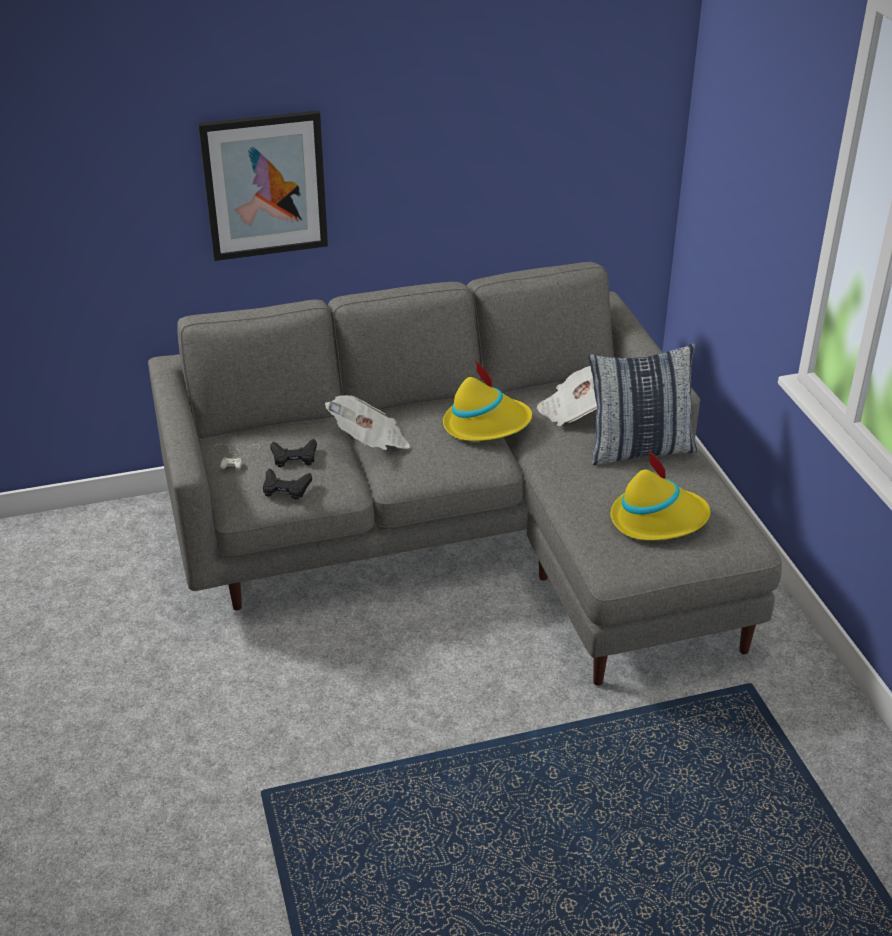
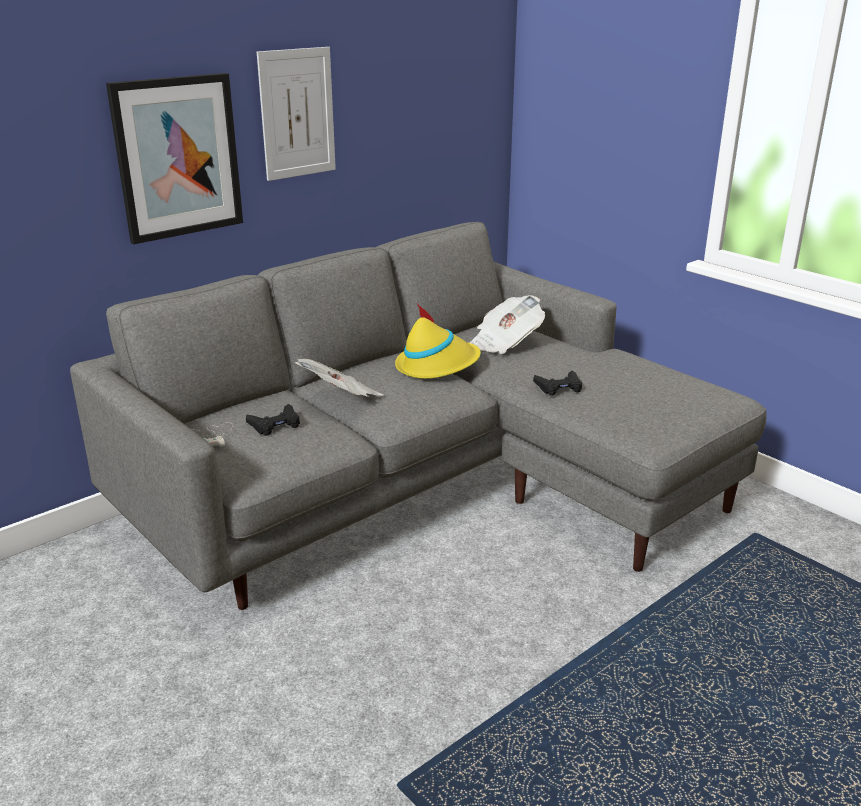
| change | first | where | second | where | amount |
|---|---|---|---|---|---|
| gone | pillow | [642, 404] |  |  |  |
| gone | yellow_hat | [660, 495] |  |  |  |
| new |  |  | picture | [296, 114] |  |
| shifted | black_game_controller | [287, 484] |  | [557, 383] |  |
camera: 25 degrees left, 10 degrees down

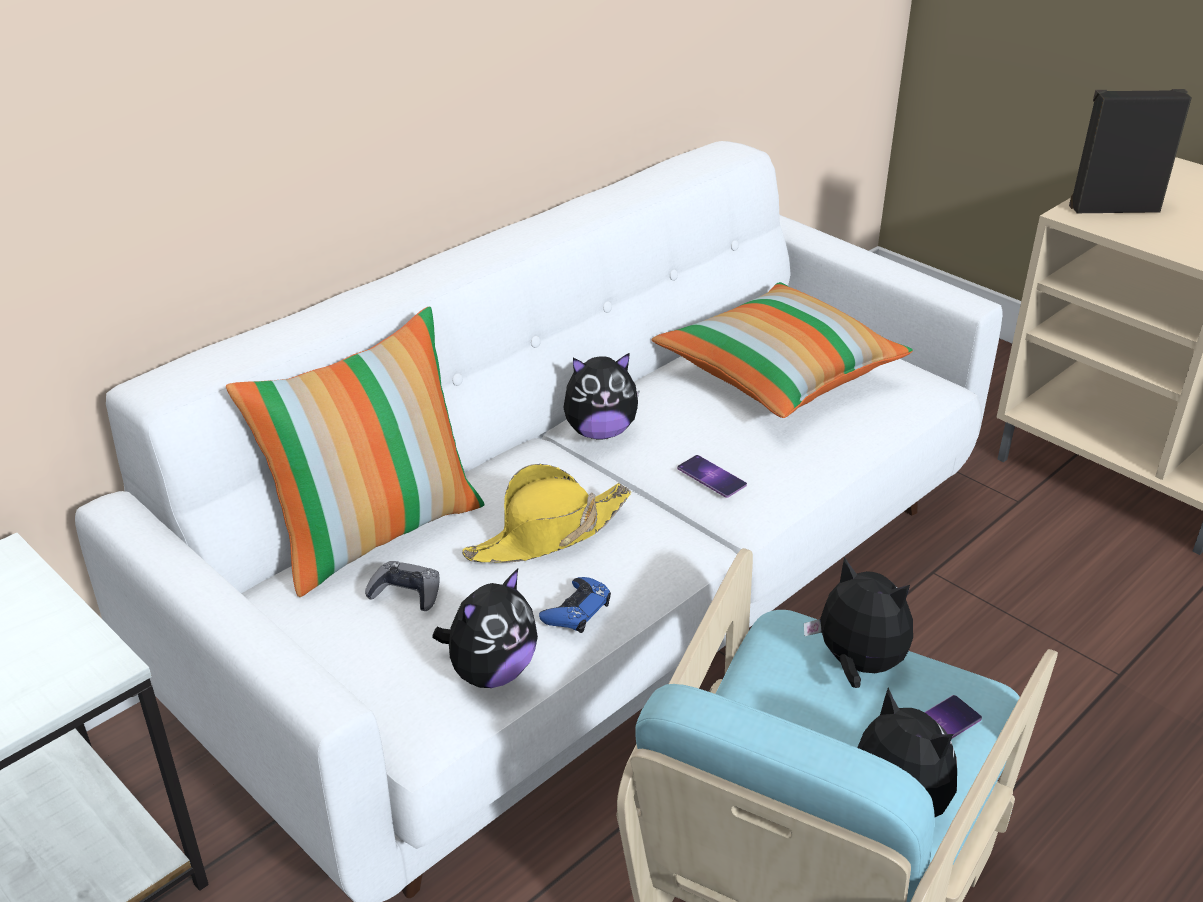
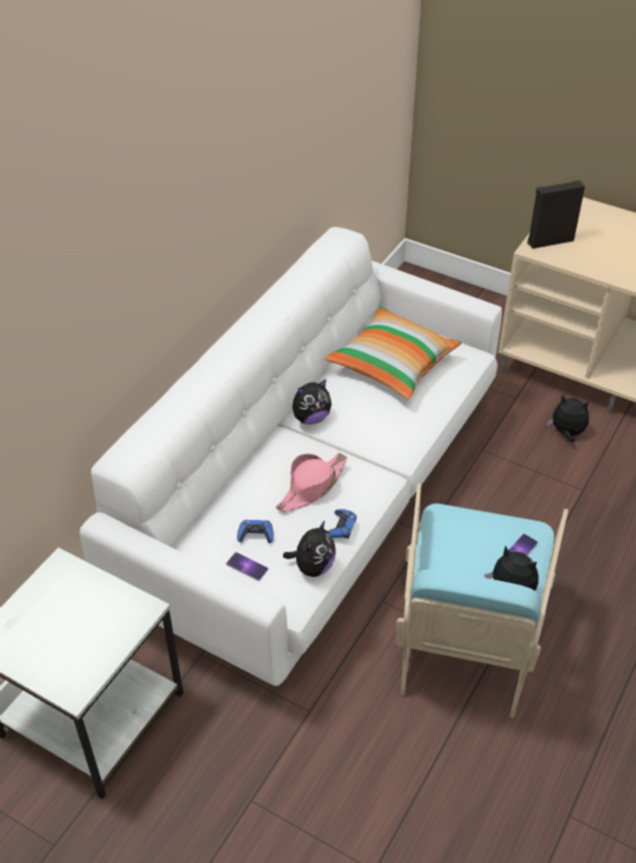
| change | first | where | second | where | amount |
|---|---|---|---|---|---|
| gone | pillow | [355, 451] |  |  |  |
| shifted | phone | [712, 476] |  | [247, 566] |  |
| shifted | plush_toy | [858, 622] |  | [568, 418] |  |
| repainted | grey_game_controller | [402, 586] | blue_game_controller | [255, 531] |  |
| repainted | yellow_hat | [546, 513] | pink_hat | [311, 482] |  |
camera: 15 degrees left, 10 degrees up

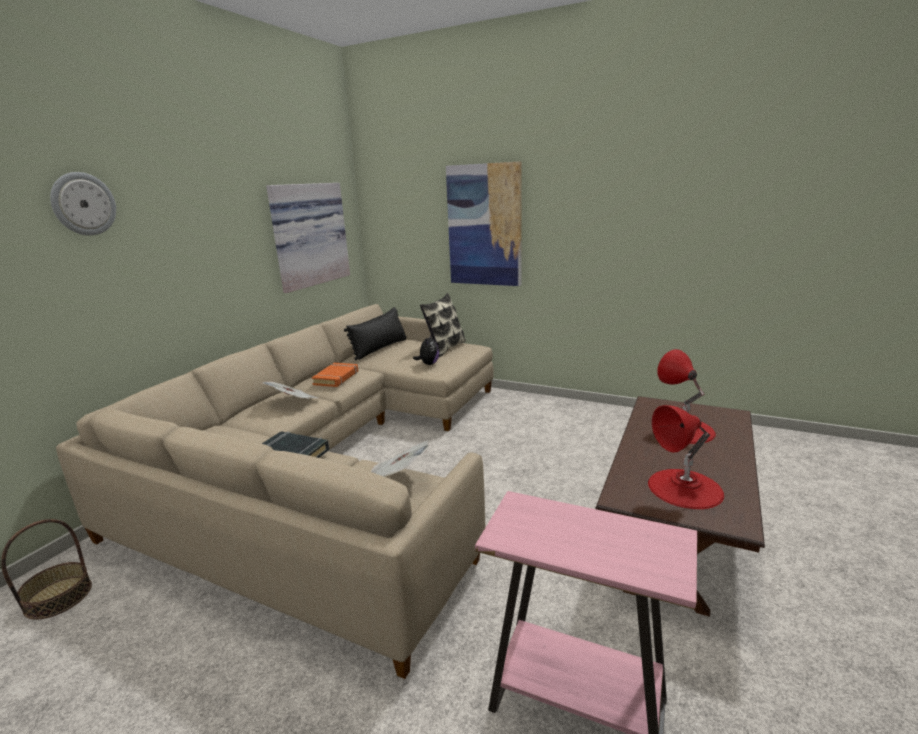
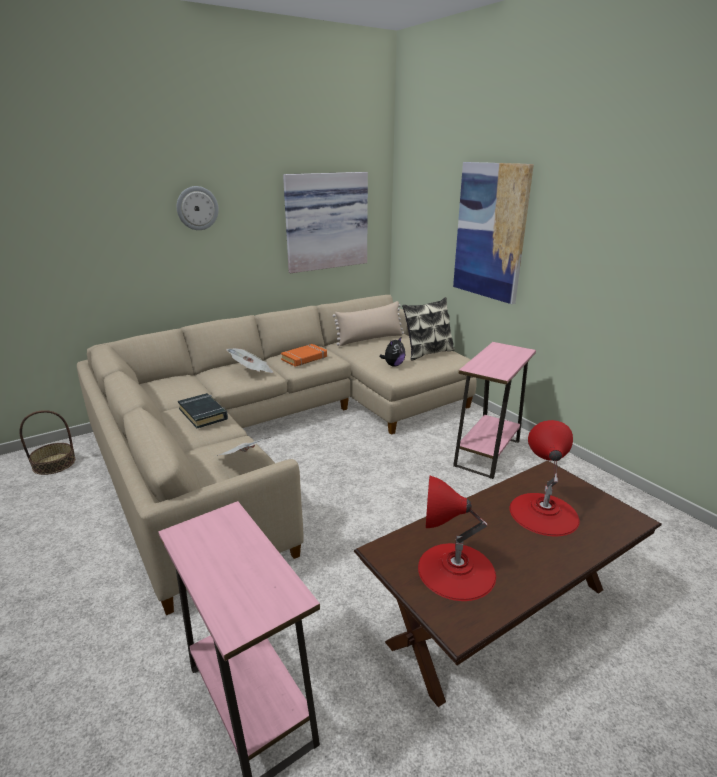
| change | first | where | second | where | amount |
|---|---|---|---|---|---|
| new |  |  | pink_side_table | [494, 410] |  |
| shifted | wall_clock | [83, 204] |  | [198, 208] |  |
| repainted | black_pillow | [375, 333] | beige_pillow | [368, 323] |  |
camera: 30 degrees right, 5 degrees up

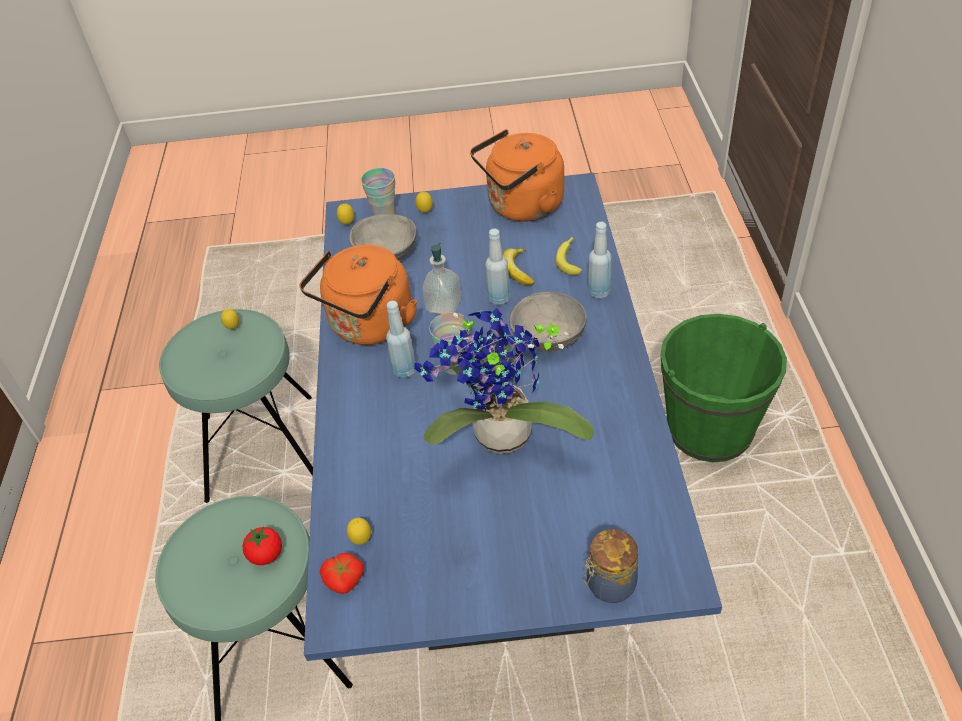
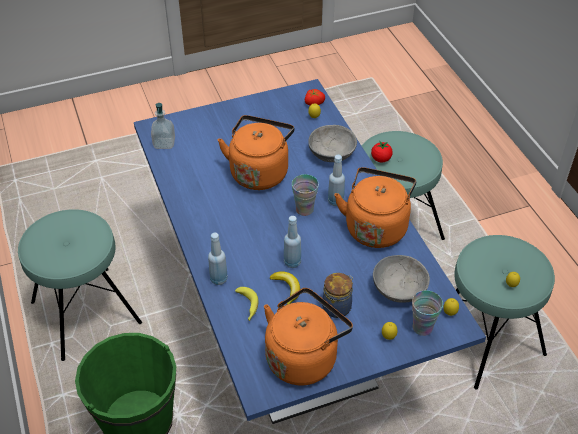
| change | first | where | second | where | amount |
|---|---|---|---|---|---|
| new |  |  | turquoise_stool | [80, 285] |  |
| shifted | soap_dispenser | [441, 278] |  | [163, 126] |  |
| shifted | grey_bowl | [548, 321] |  | [332, 143] |  |
| shifted | jar | [610, 566] |  | [337, 295] |  |
| swapped | potted_plant | [504, 381] | orange_kettle | [256, 152] |  |
camera: 160 degrees right, 0 degrees up

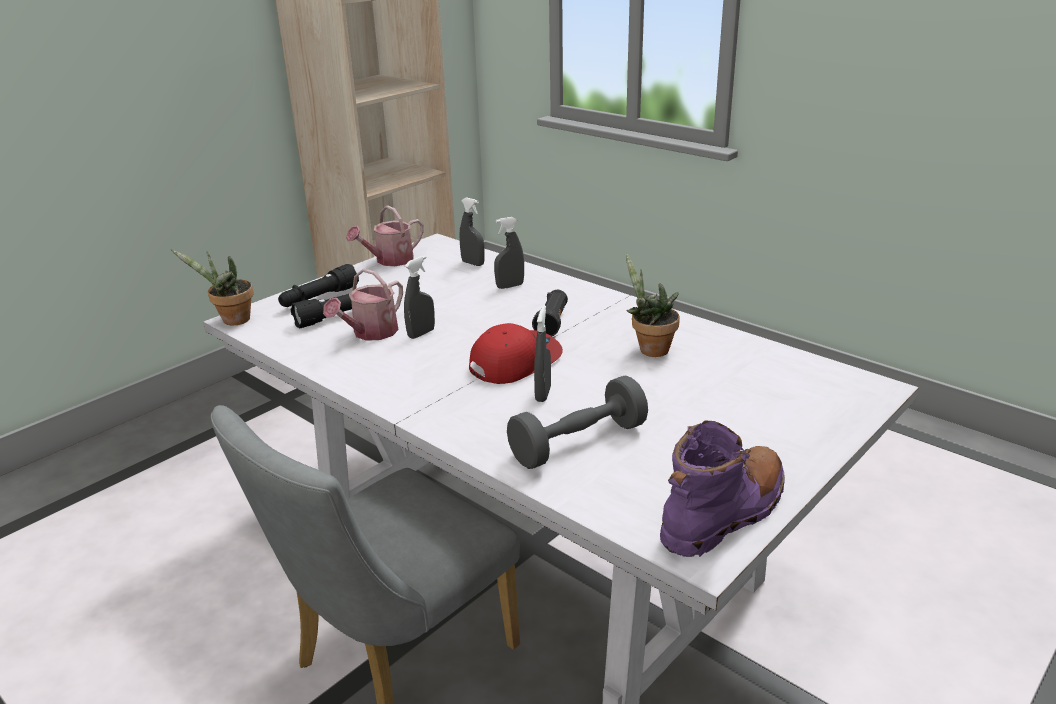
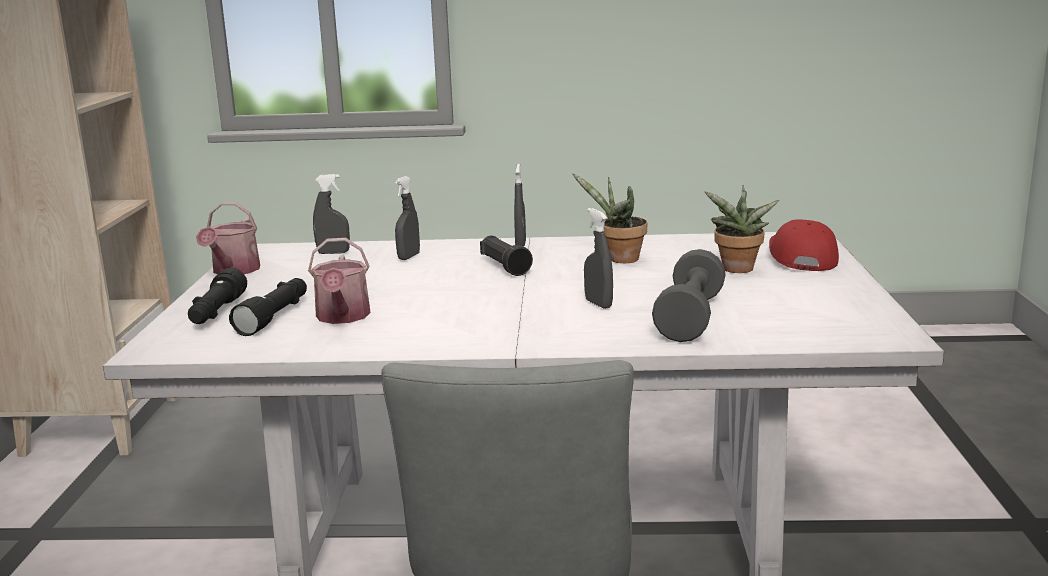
| change | first | where | second | where | amount |
|---|---|---|---|---|---|
| gone | purple_boot | [722, 488] |  |  |  |
| shifted | potted_plant | [212, 287] |  | [742, 229] |  |
| shifted | grey_spray_bottle | [419, 297] |  | [520, 205] |  |
| shifted | red_cap | [516, 353] |  | [804, 245] |  |
camera: 40 degrees left, 10 degrees down

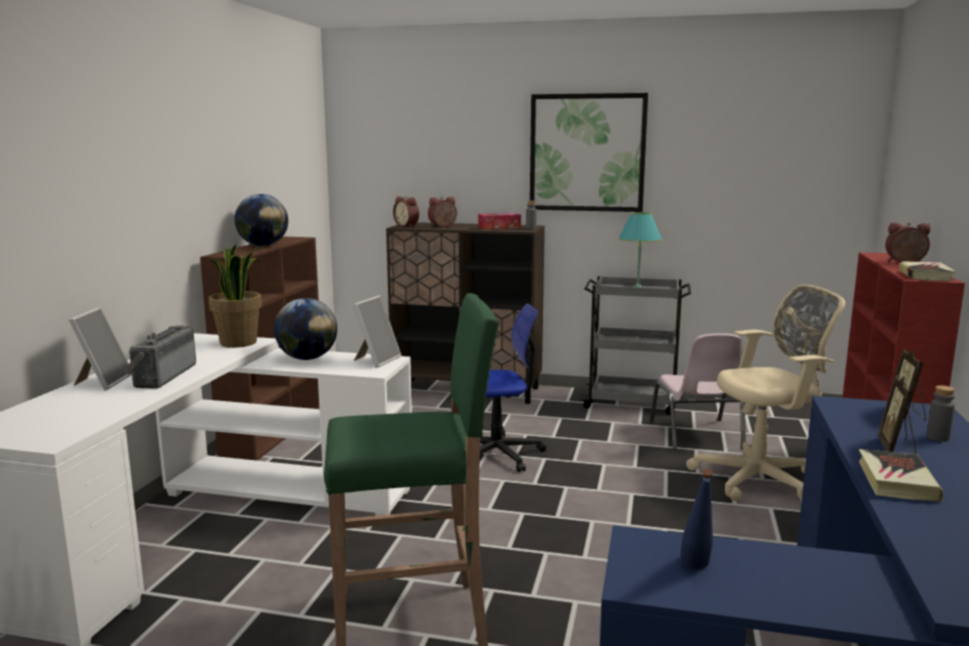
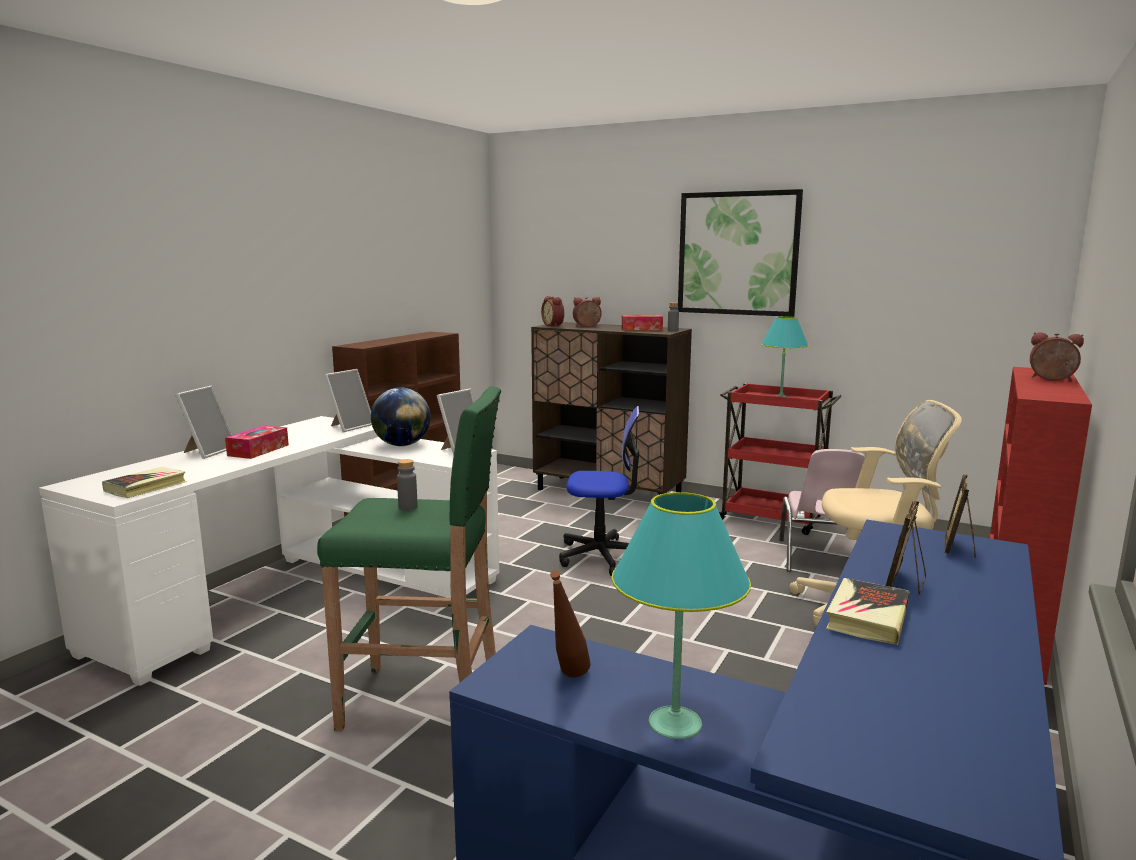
| change | first | where | second | where | amount |
|---|---|---|---|---|---|
| gone | globe | [261, 220] |  |  |  |
| new |  |  | turquoise_table_lamp | [681, 615] |  |
| shifted | book | [927, 271] |  | [144, 482] |  |
| shifted | grey_bottle | [940, 413] |  | [407, 484] |  |
| swapped | radio | [159, 357] | tissue_box | [257, 442] |  |
| swapped | potted_plant | [235, 296] | picture_frame | [348, 400] |  |
| repainted | grey_cart | [635, 345] | red_cart | [780, 459] |  |
| repainted | blue_bottle | [696, 519] | brown_bottle | [570, 624] |  |
camera: 15 degrees right, 0 degrees up

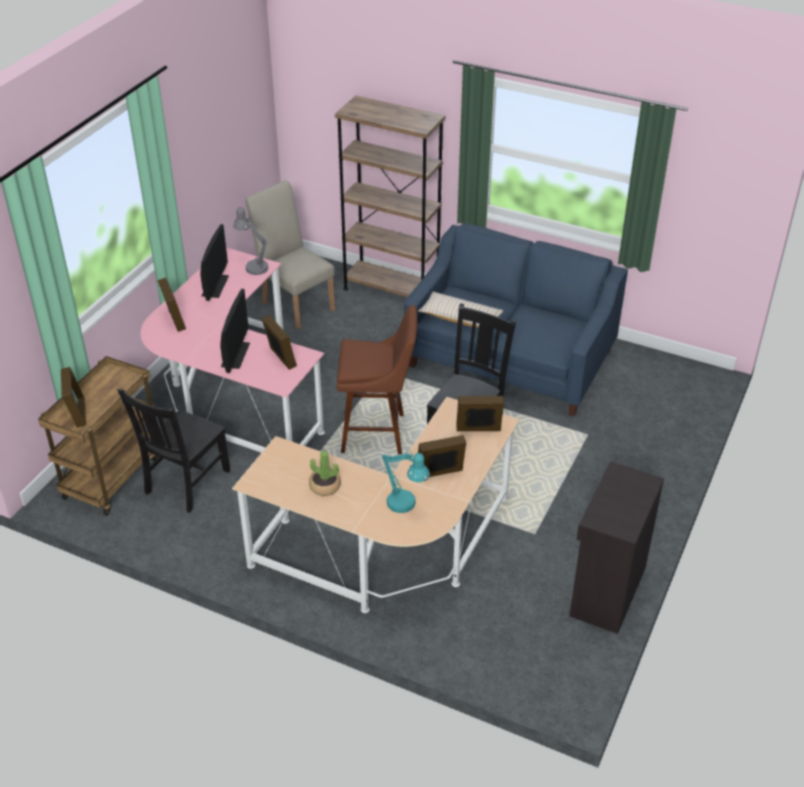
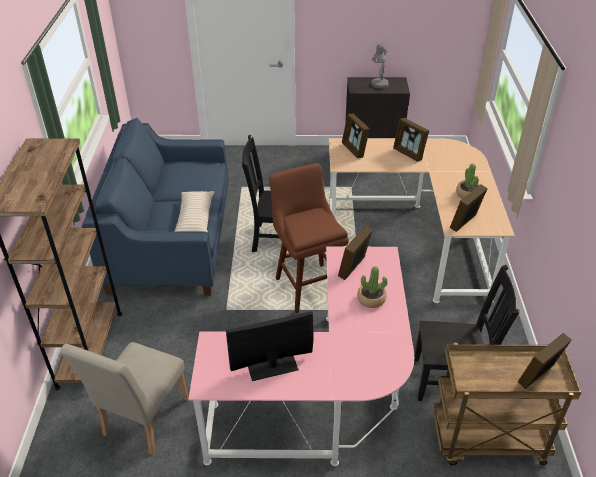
| change | first | where | second | where | amount |
|---|---|---|---|---|---|
| gone | turquoise_table_lamp | [406, 482] |  |  |  |
| shifted | picture_frame | [172, 304] |  | [469, 208] |  |
| shifted | grey_table_lamp | [250, 241] |  | [380, 66] |  |
| swapped | monitor | [235, 331] | potted_plant | [372, 287] |  |
camera: 115 degrees left, 0 degrees up

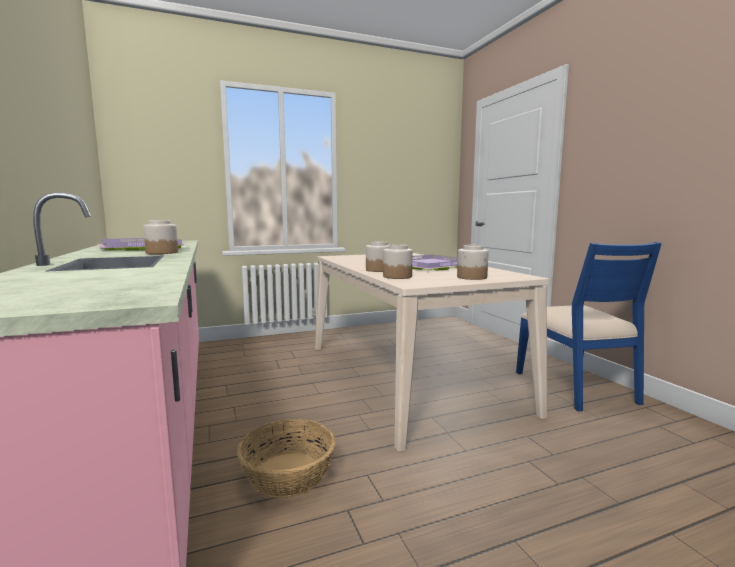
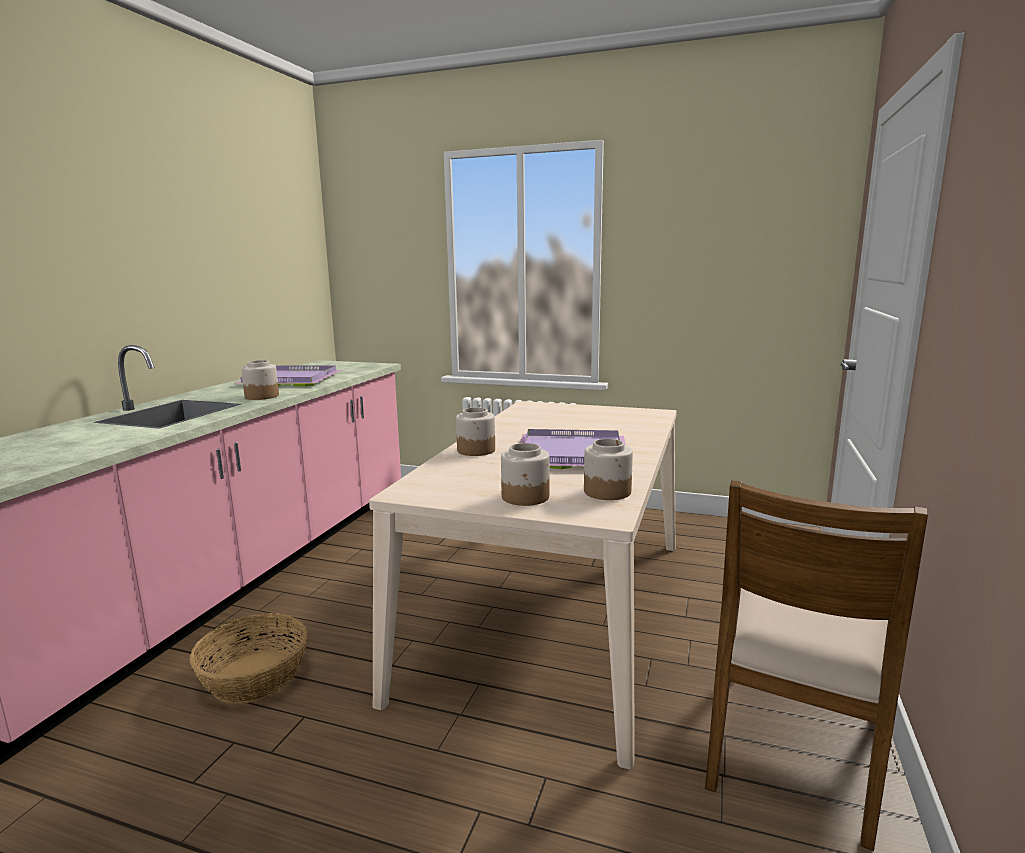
| change | first | where | second | where | amount |
|---|---|---|---|---|---|
| shifted | jar | [398, 261] |  | [608, 469] |  |
| repainted | blue_chair | [589, 326] | brown_chair | [816, 665] |  |
camera: 40 degrees right, 5 degrees up

